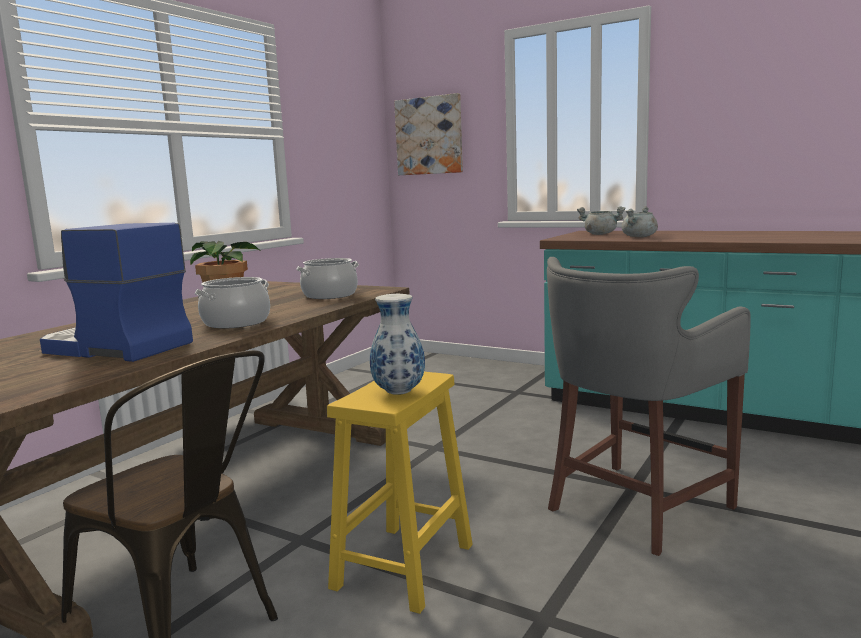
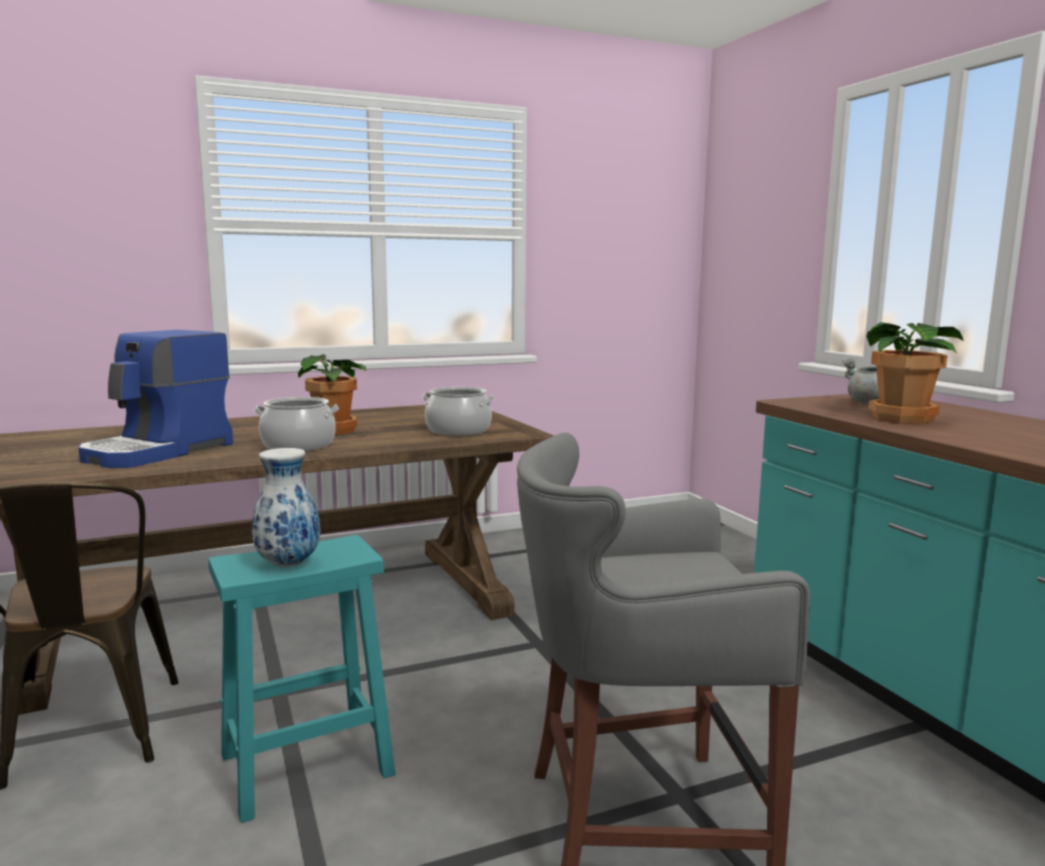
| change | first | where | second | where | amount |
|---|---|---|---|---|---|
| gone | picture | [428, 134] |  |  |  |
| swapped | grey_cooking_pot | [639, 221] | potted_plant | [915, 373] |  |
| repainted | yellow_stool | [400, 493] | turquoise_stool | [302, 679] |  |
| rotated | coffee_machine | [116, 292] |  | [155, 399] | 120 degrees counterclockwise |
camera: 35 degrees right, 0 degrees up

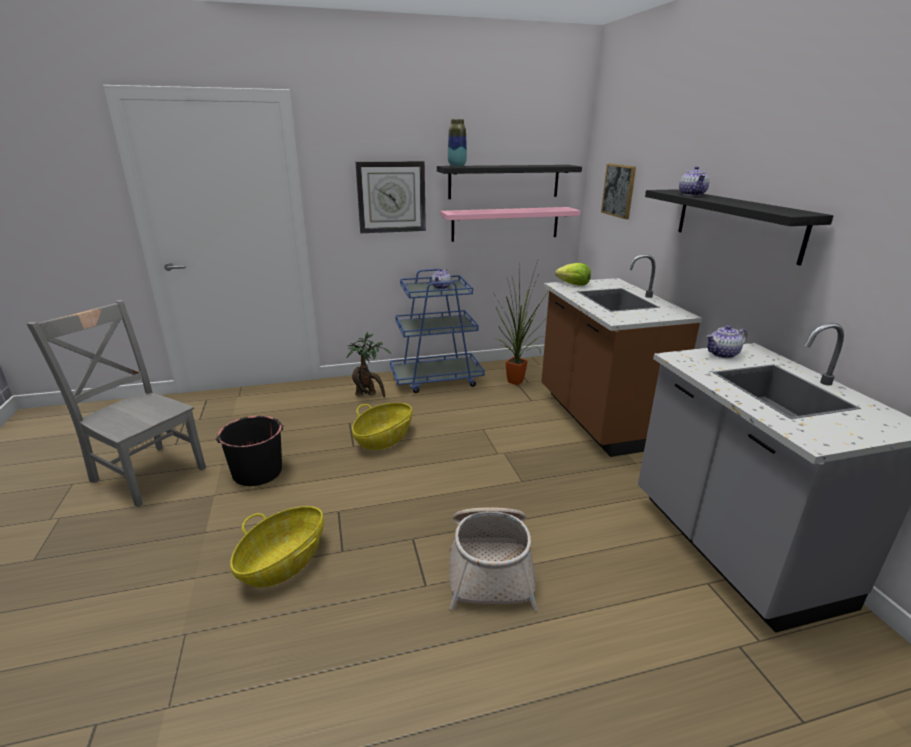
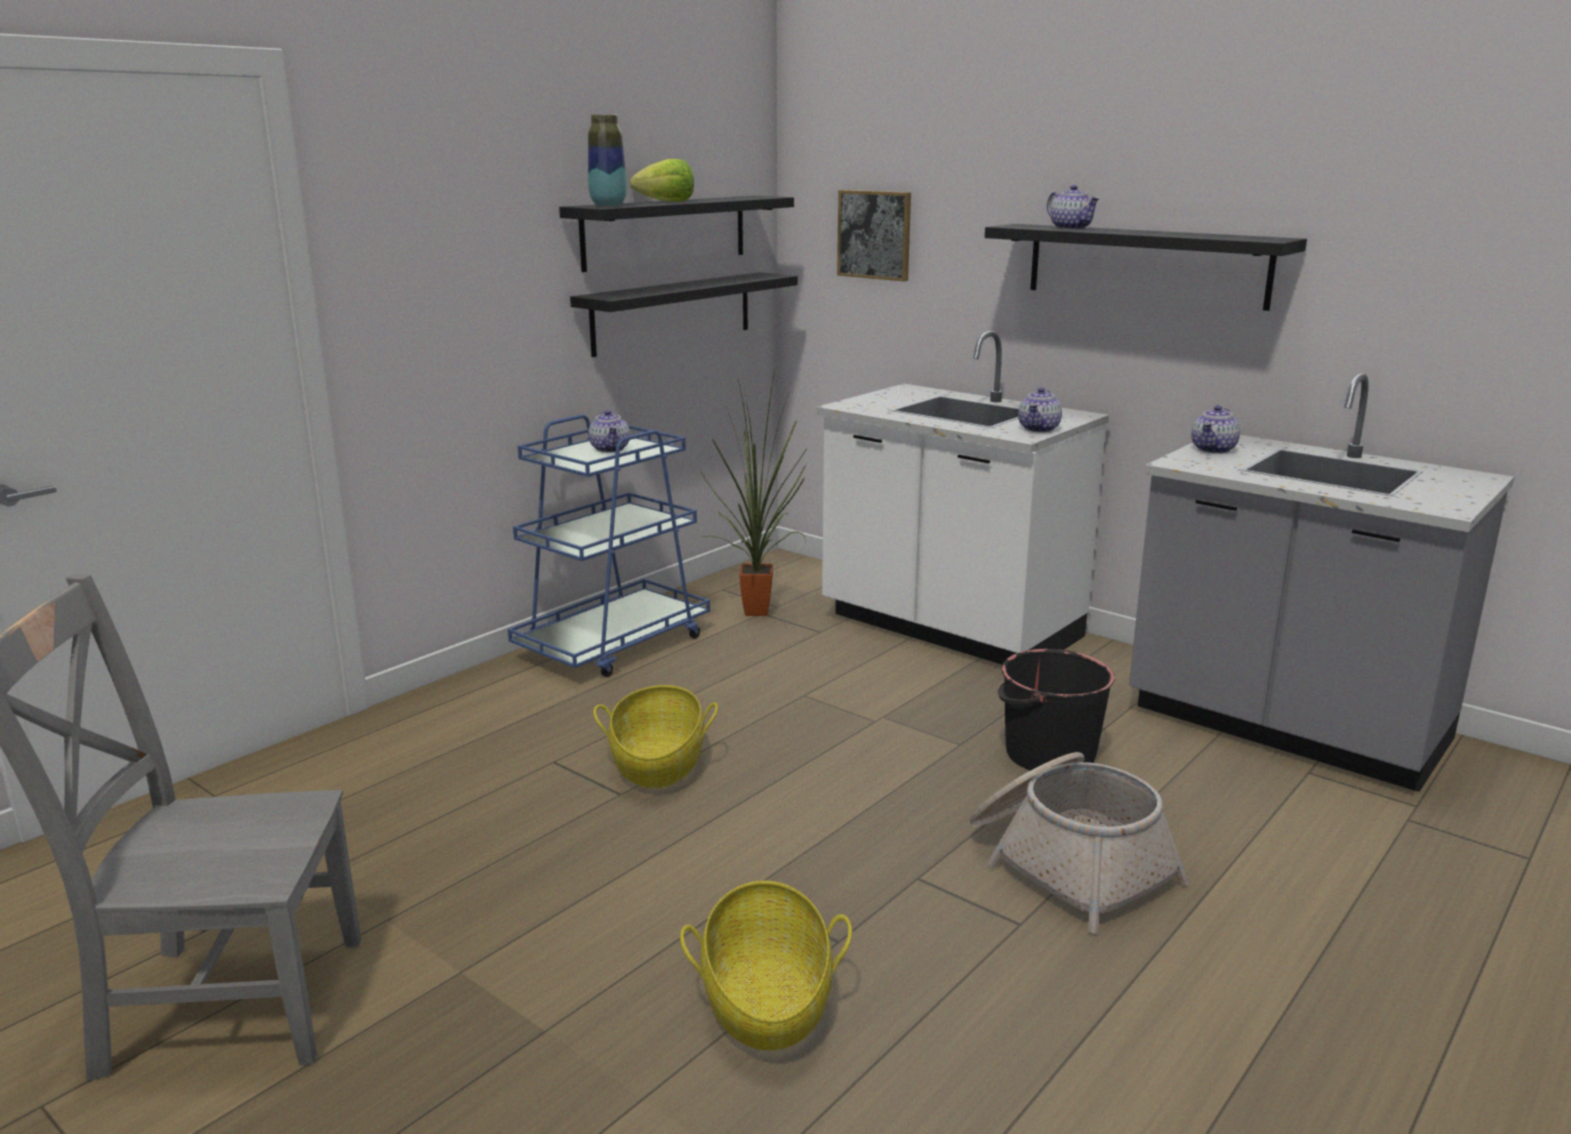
| change | first | where | second | where | amount |
|---|---|---|---|---|---|
| gone | potted_plant | [369, 364] |  |  |  |
| gone | wall_clock | [391, 197] |  |  |  |
| new |  |  | teapot | [1040, 410] |  |
| shifted | black_bucket | [250, 451] |  | [1056, 710] |  |
| shifted | lettuce | [573, 274] |  | [662, 180] |  |
| repainted | pink_shelf | [510, 224] | black_shelf | [684, 314] |  |
| repainted | brown_counter | [621, 355] | white_counter | [962, 498] |  |
camera: 35 degrees left, 5 degrees down

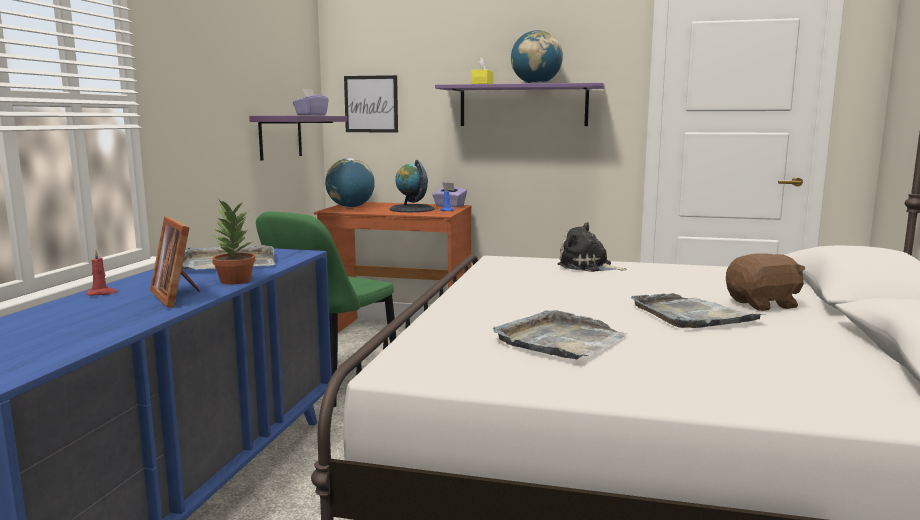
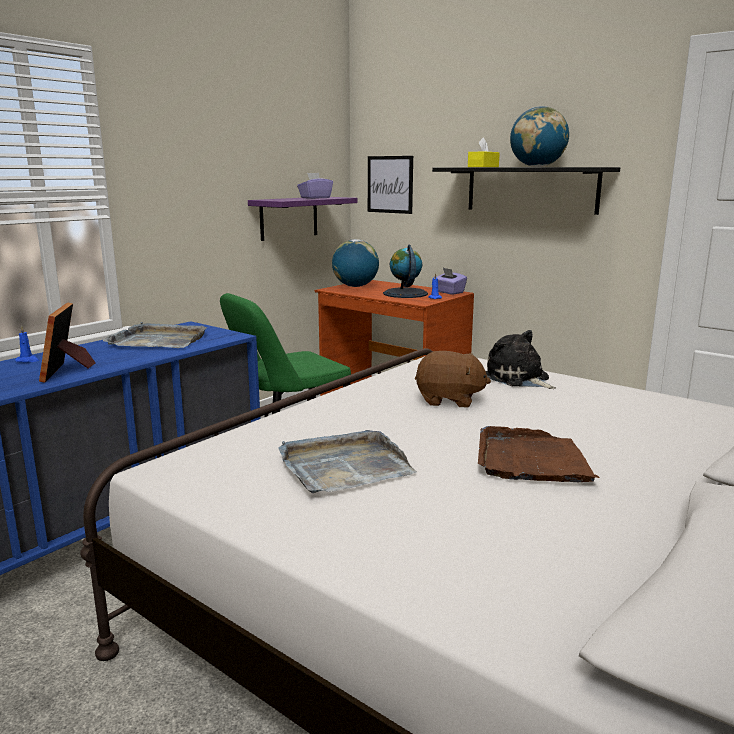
| change | first | where | second | where | amount |
|---|---|---|---|---|---|
| gone | potted_plant | [233, 242] |  |  |  |
| shifted | brown_plush_toy | [765, 282] |  | [453, 379] |  |
| repainted | red_candle | [101, 272] | blue_candle | [27, 344] |  |
| repainted | purple_shelf | [520, 104] | black_shelf | [526, 191] |  |
| repainted | grey_tray | [698, 310] | brown_tray | [539, 454] |  |
camera: 25 degrees right, 5 degrees up

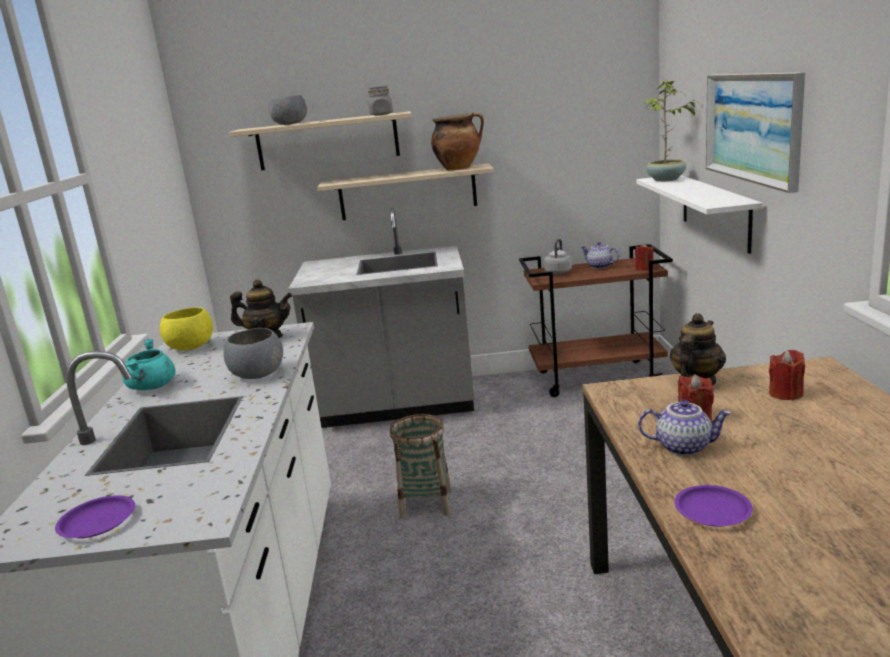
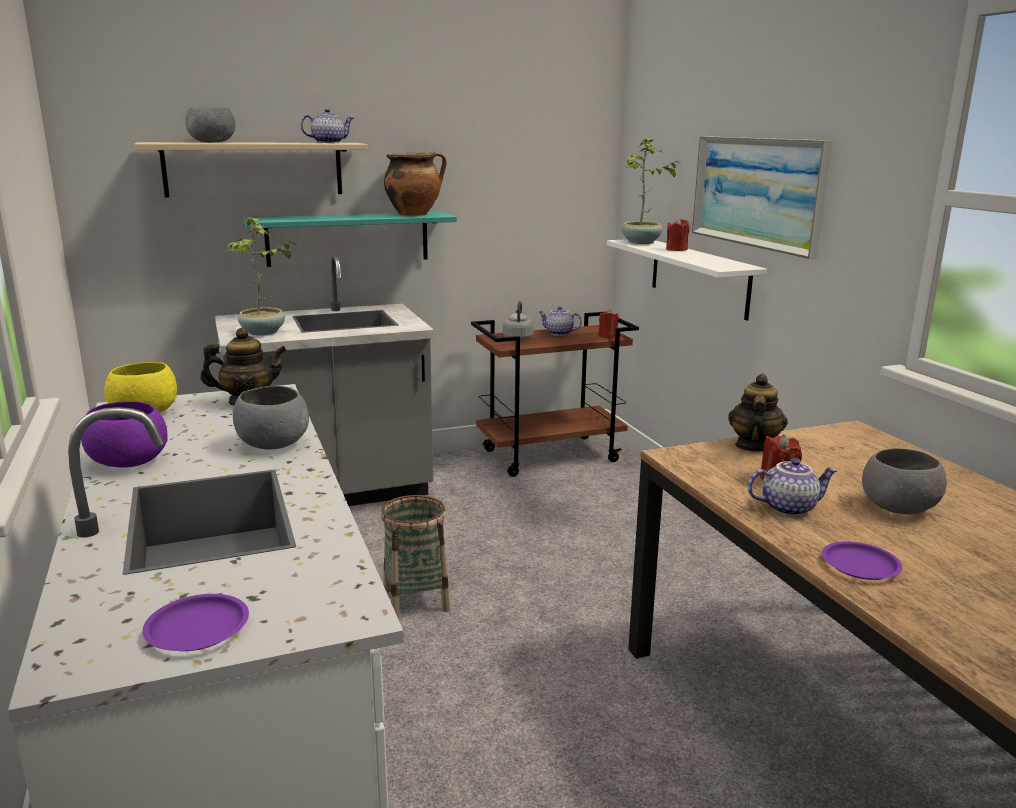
| change | first | where | second | where | amount |
|---|---|---|---|---|---|
| new |  |  | potted_plant | [260, 276] |  |
| new |  |  | grey_bowl | [904, 481] |  |
| shifted | red_candle | [787, 375] |  | [678, 234] |  |
| swapped | turquoise_cooking_pot | [149, 364] | purple_bowl | [124, 434] |  |
| swapped | grey_jar | [380, 101] | teapot | [327, 126] |  |
| repainted | beige_shelf | [405, 191] | turquoise_shelf | [350, 239] |  |
camera: 20 degrees left, 0 degrees up

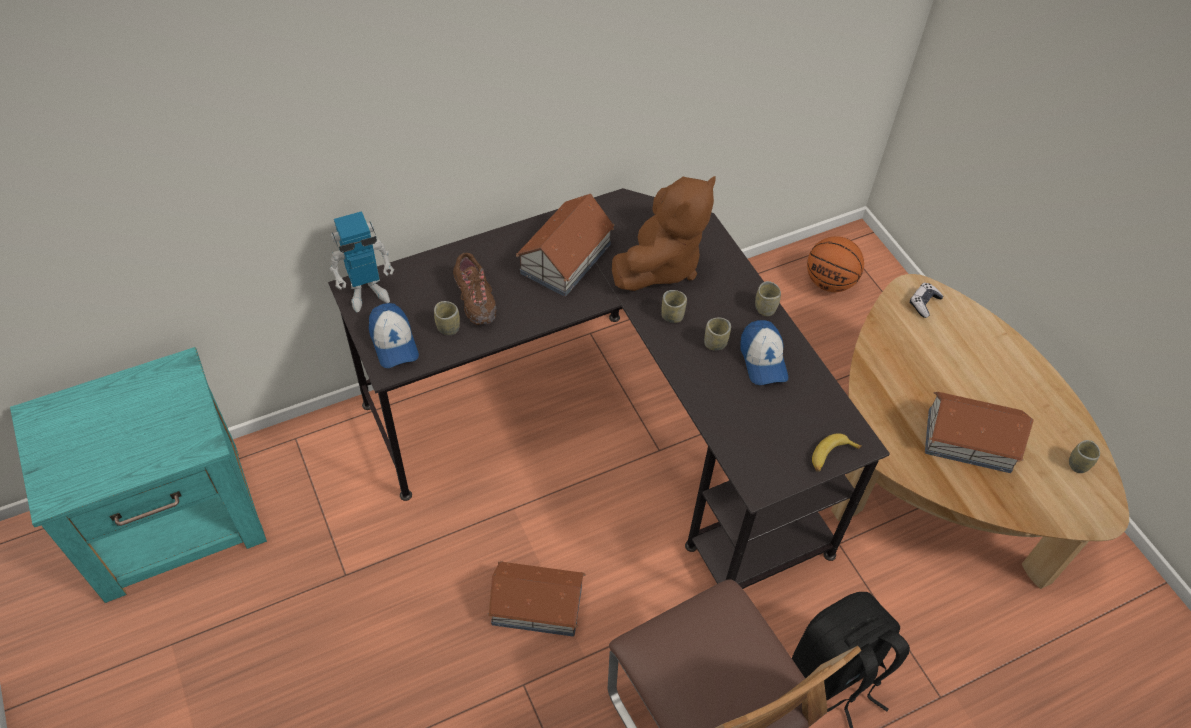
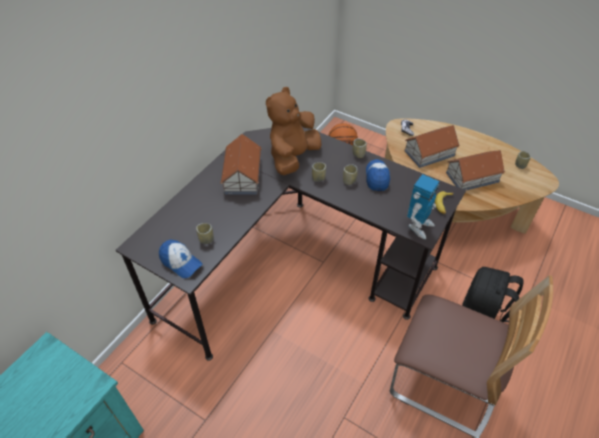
| change | first | where | second | where | amount |
|---|---|---|---|---|---|
| gone | brown_shoe | [474, 289] |  |  |  |
| shifted | toy_robot | [362, 261] |  | [423, 206] |  |
| shifted | toy_house | [537, 599] |  | [432, 146] |  |
| rotated | brown_plush_toy | [664, 233] |  | [293, 131] | 150 degrees counterclockwise |
| rotated | cap | [764, 352] |  | [378, 175] | 135 degrees counterclockwise |
camera: 30 degrees left, 5 degrees down

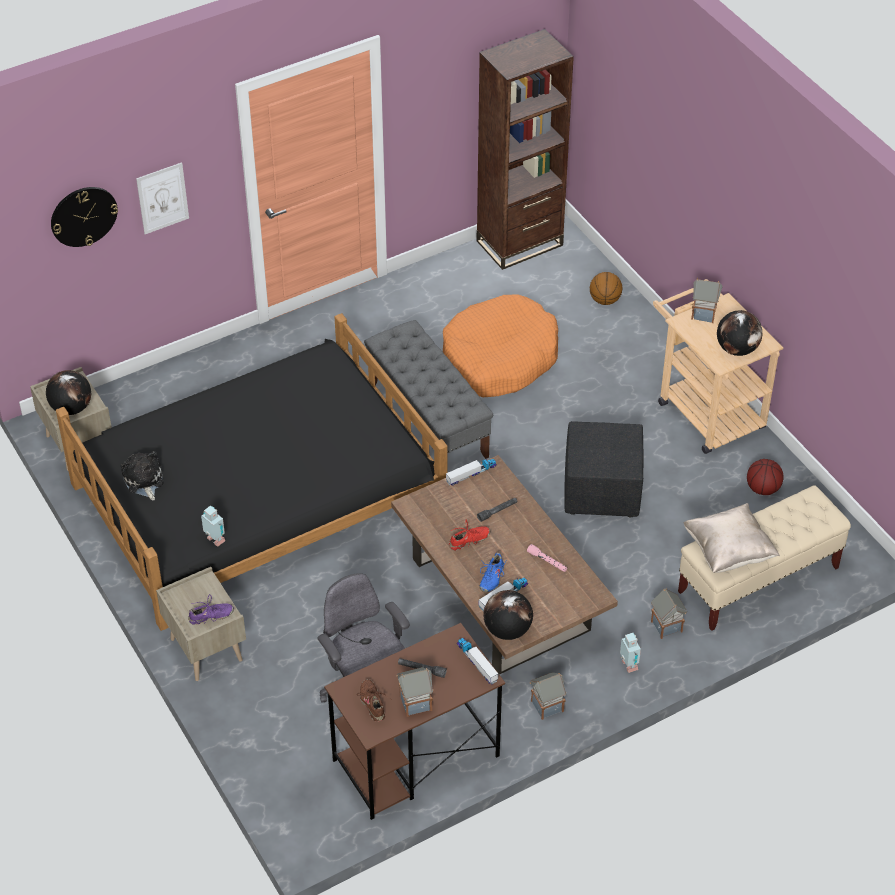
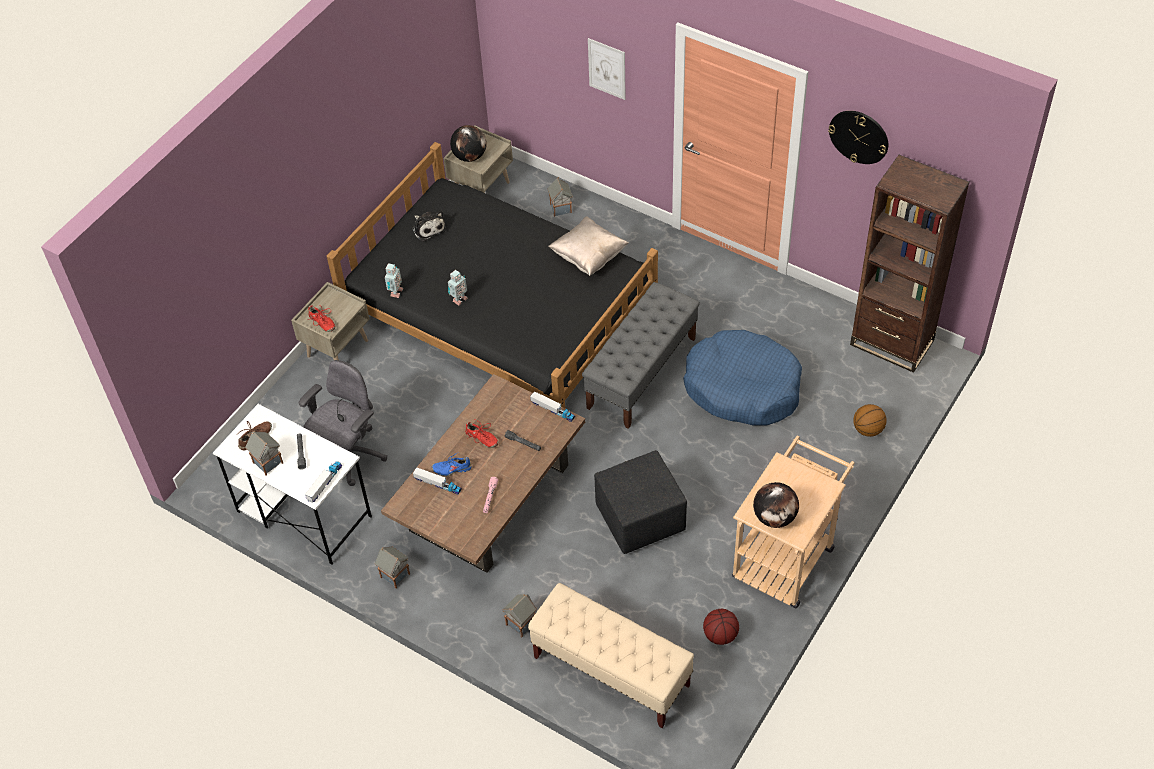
| change | first | where | second | where | amount |
|---|---|---|---|---|---|
| gone | globe | [508, 615] |  |  |  |
| shifted | wall_clock | [84, 217] |  | [858, 137] |  |
| shifted | toy_robot | [630, 653] |  | [458, 288] |  |
| shifted | beige_pillow | [732, 538] |  | [588, 246] |  |
| shifted | toy_house | [707, 300] |  | [560, 197] |  |
| repainted | purple_shoe | [211, 609] | red_shoe | [321, 318] |  |
| repainted | brown_desk | [414, 721] | white_desk | [292, 484] |  |
| repainted | orange_dog_bed | [500, 345] | blue_dog_bed | [742, 378] |  |
| rotated | plush_toy | [142, 476] |  | [429, 226] | 105 degrees clockwise |
camera: 65 degrees right, 5 degrees up

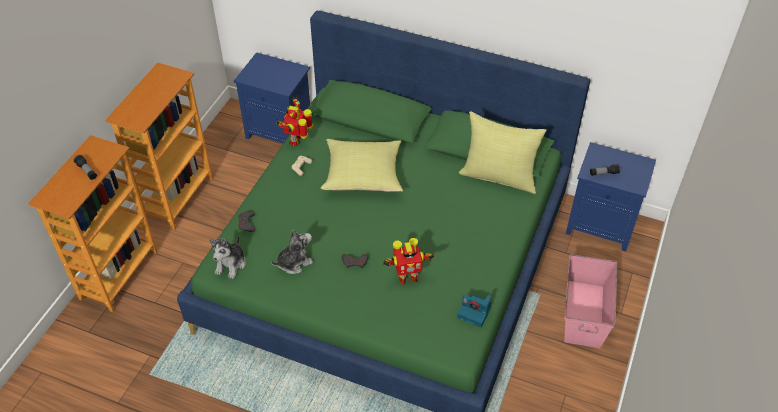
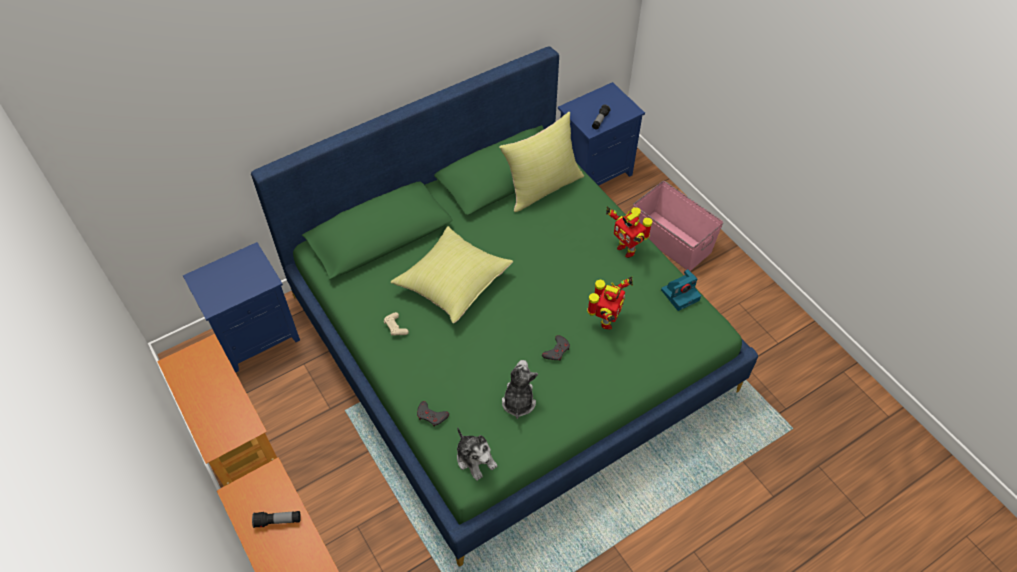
| change | first | where | second | where | amount |
|---|---|---|---|---|---|
| shifted | toy_robot | [294, 120] |  | [629, 232] |  |
camera: 55 degrees left, 5 degrees up

